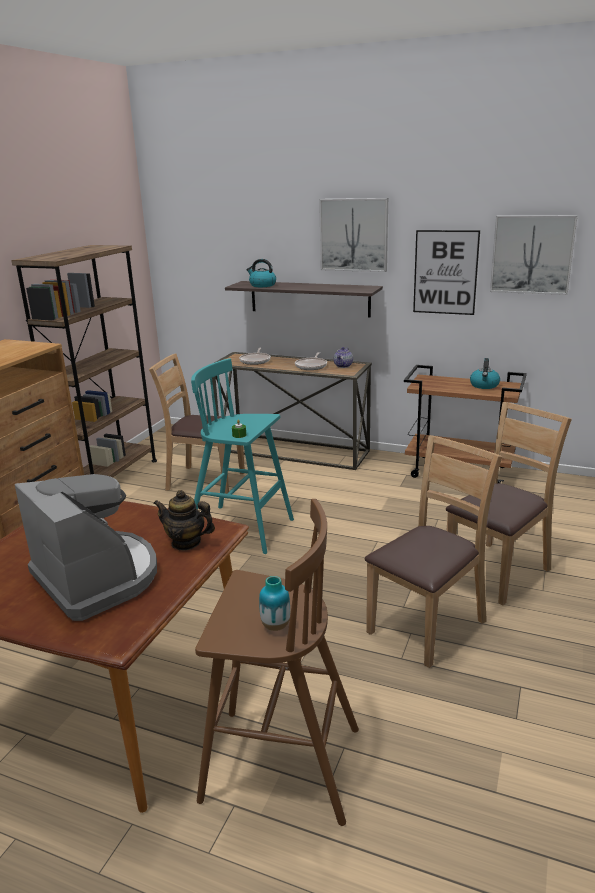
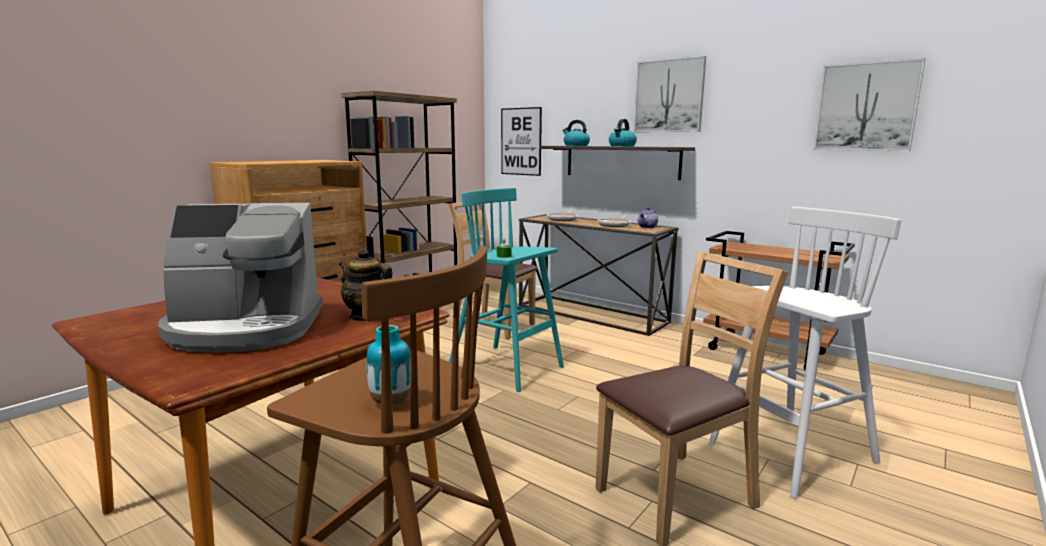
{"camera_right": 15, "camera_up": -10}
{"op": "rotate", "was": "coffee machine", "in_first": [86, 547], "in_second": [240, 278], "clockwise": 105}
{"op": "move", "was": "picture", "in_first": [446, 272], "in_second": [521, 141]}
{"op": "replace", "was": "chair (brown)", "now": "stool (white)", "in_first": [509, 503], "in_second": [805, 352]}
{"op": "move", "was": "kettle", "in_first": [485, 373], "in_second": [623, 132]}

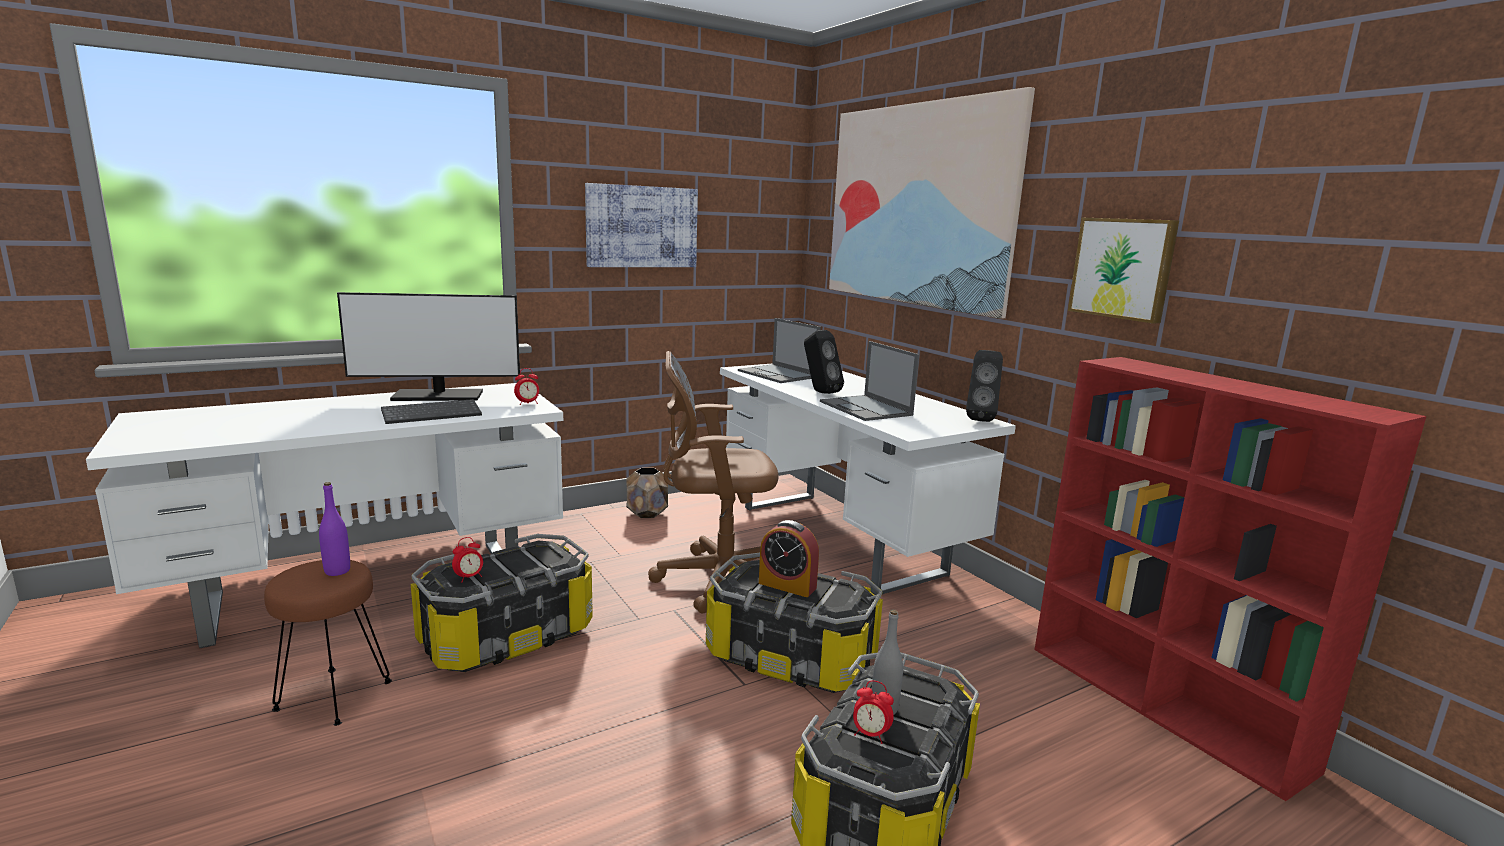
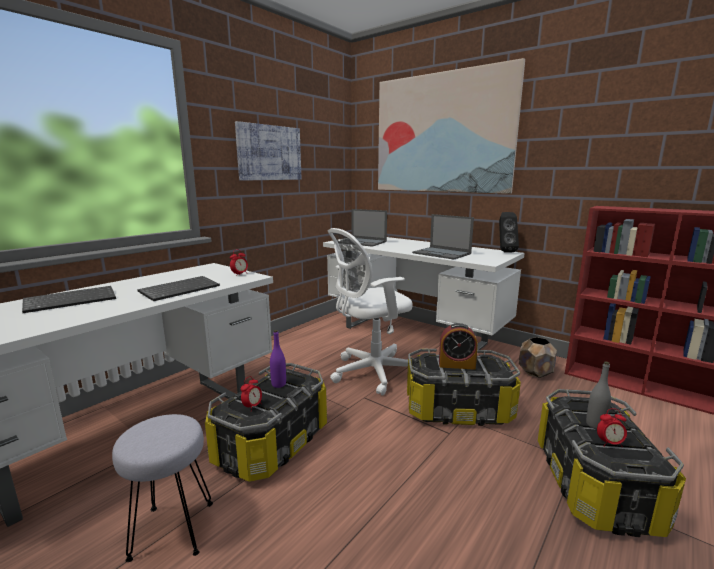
{"camera_right": -20, "camera_up": 0}
{"op": "recolor", "was": "stool (brown)", "now": "stool (grey)", "in_first": [328, 643], "in_second": [162, 488]}
{"op": "move", "was": "bottle (purple)", "in_first": [334, 529], "in_second": [278, 359]}
{"op": "delete", "was": "monitor", "in_first": [428, 346]}
{"op": "move", "was": "planter (brown)", "in_first": [647, 493], "in_second": [538, 357]}
{"op": "recolor", "was": "office chair (brown)", "now": "office chair (white)", "in_first": [713, 482], "in_second": [370, 312]}
{"op": "delete", "was": "speaker (black)", "in_first": [824, 362]}
{"op": "delete", "was": "picture", "in_first": [1123, 271]}
{"op": "insert", "now": "keyboard", "in_second": [69, 299]}

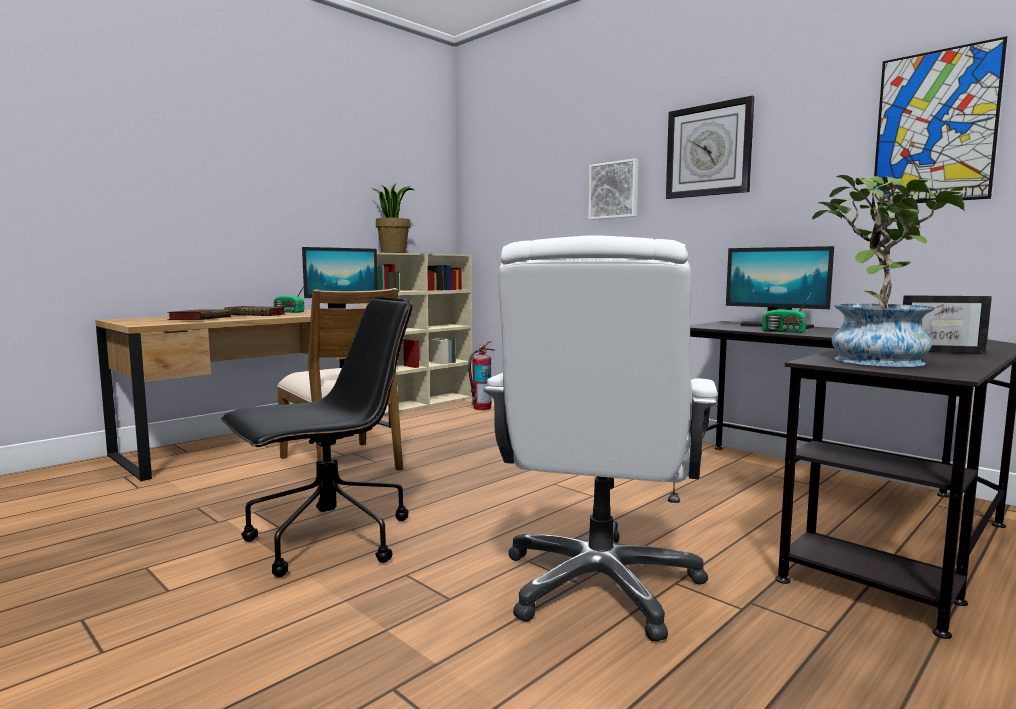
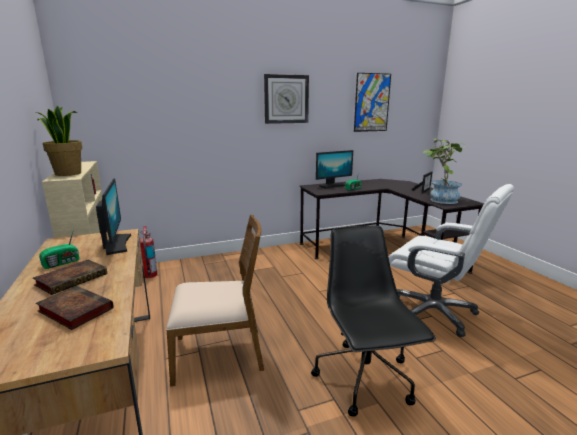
{"camera_right": -65, "camera_up": 10}
{"op": "delete", "was": "picture", "in_first": [613, 189]}

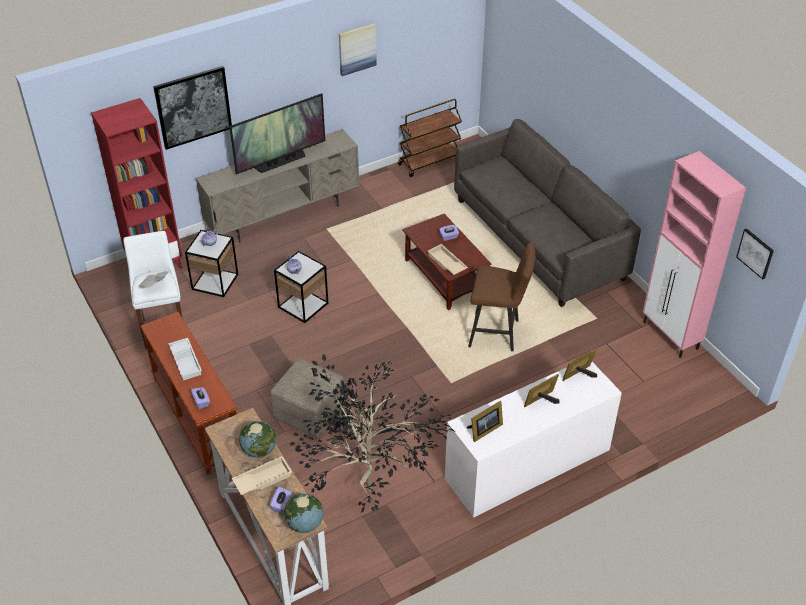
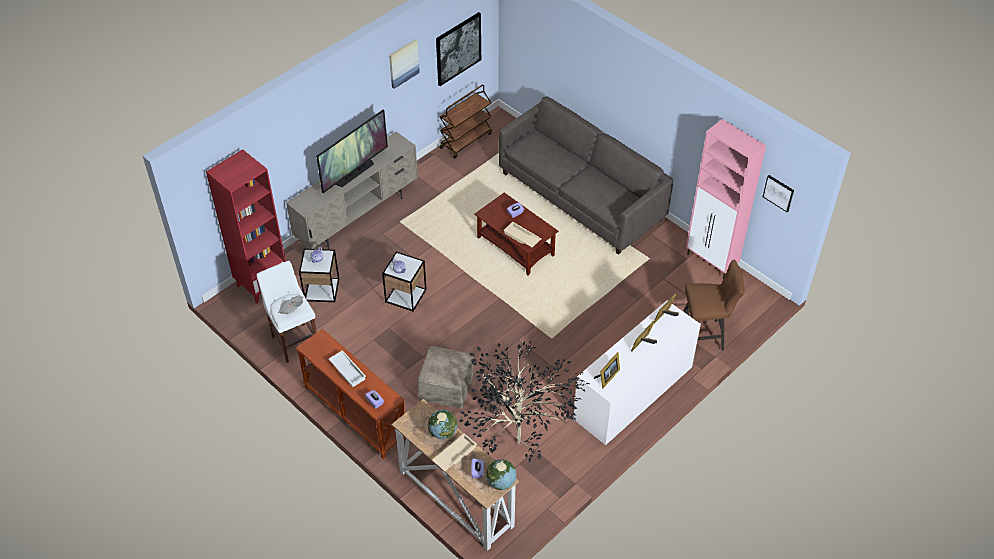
{"camera_right": -15, "camera_up": 5}
{"op": "move", "was": "picture", "in_first": [192, 108], "in_second": [458, 49]}
{"op": "move", "was": "stool (brown)", "in_first": [501, 296], "in_second": [714, 305]}

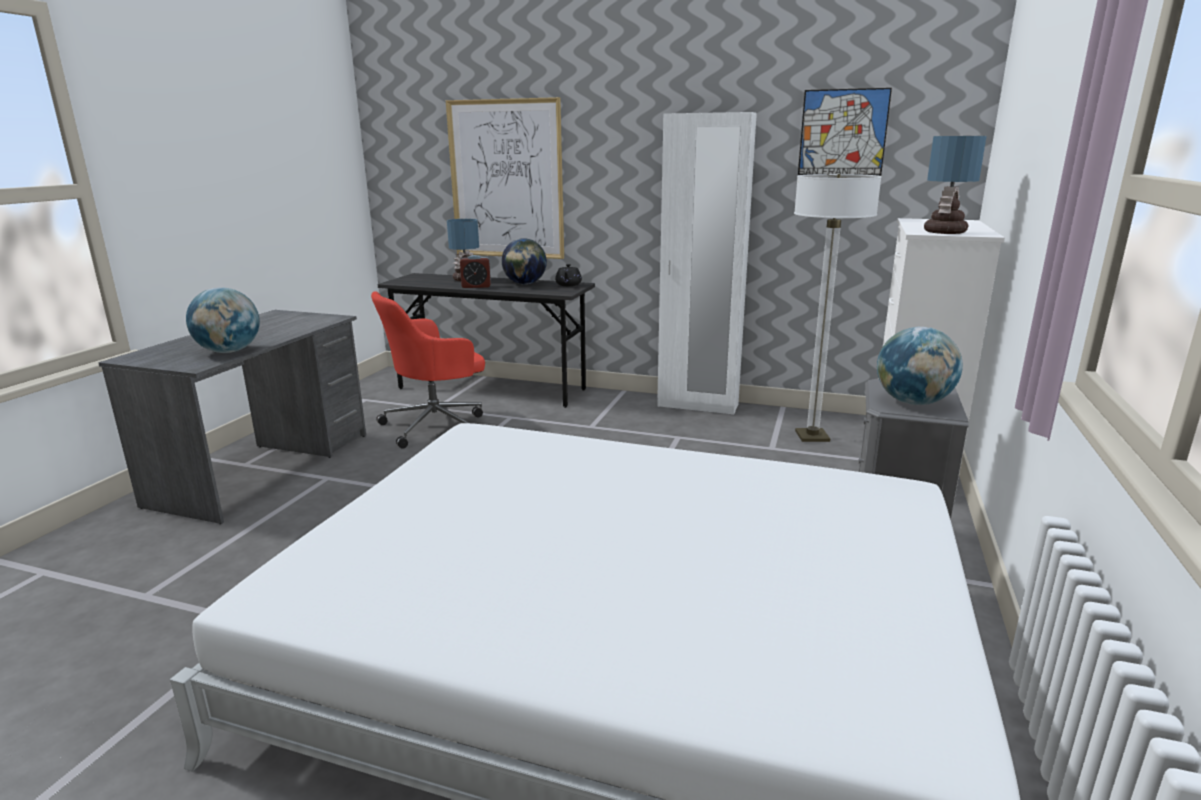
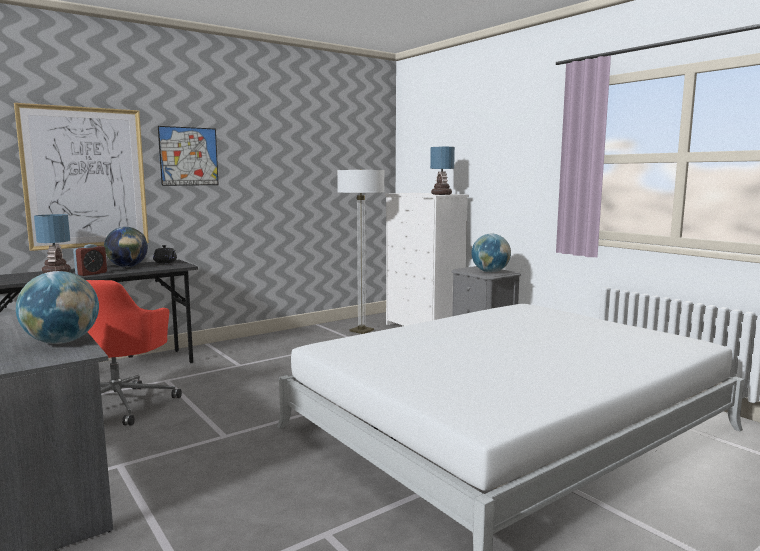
{"camera_right": -55, "camera_up": -10}
{"op": "delete", "was": "wardrobe (white)", "in_first": [707, 263]}
{"op": "move", "was": "picture", "in_first": [845, 132], "in_second": [188, 156]}

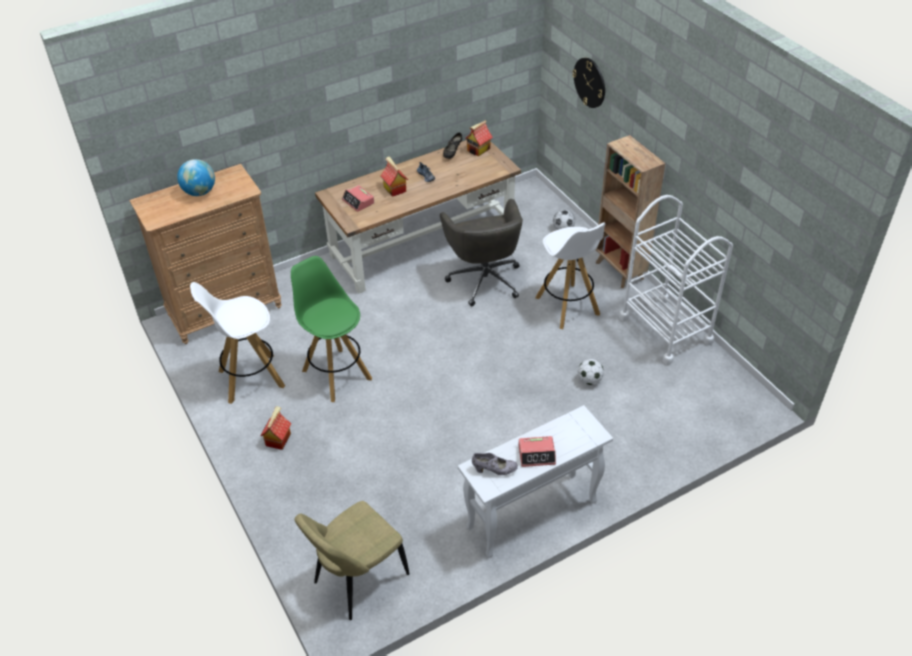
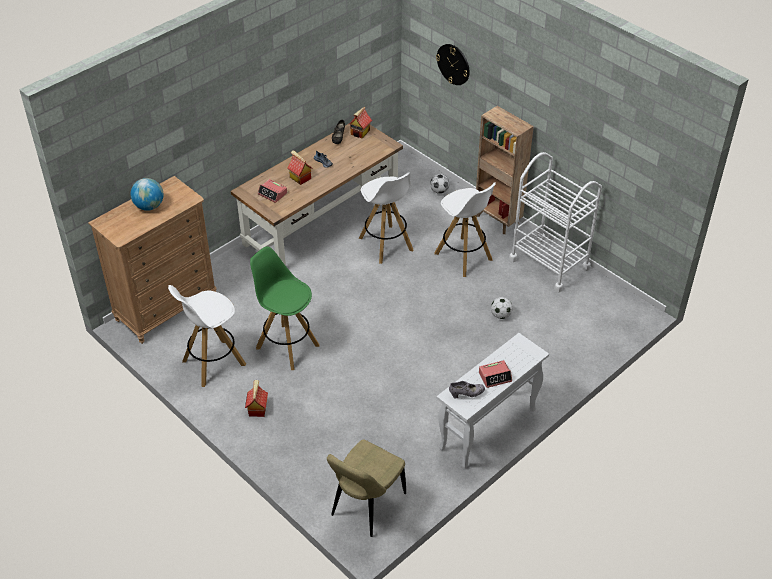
{"camera_right": -15, "camera_up": 0}
{"op": "replace", "was": "office chair (grey)", "now": "stool (white)", "in_first": [481, 252], "in_second": [386, 218]}

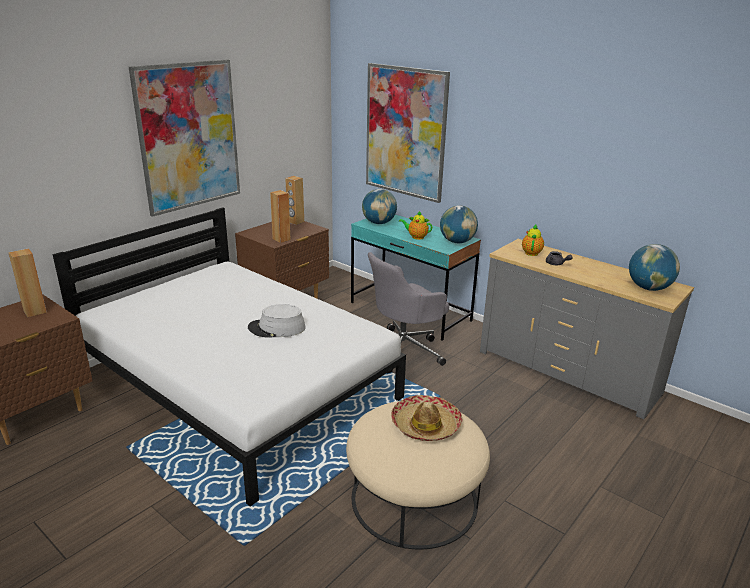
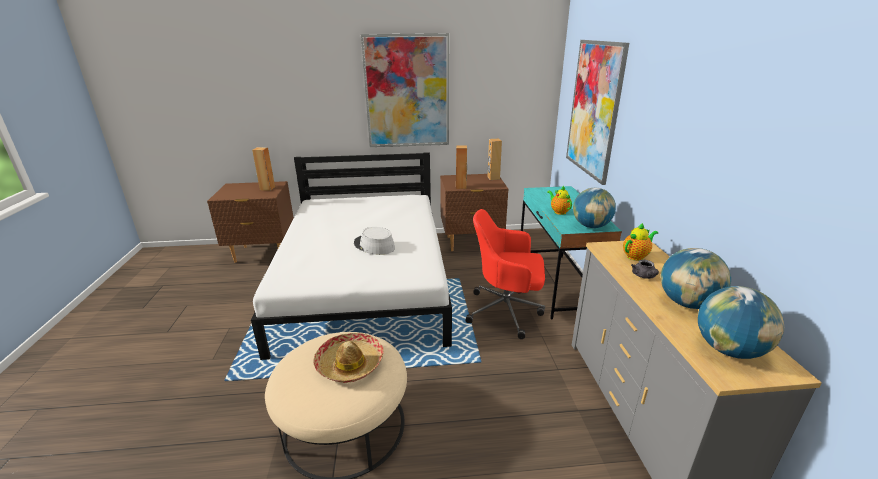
{"camera_right": 45, "camera_up": 0}
{"op": "move", "was": "globe", "in_first": [379, 206], "in_second": [696, 278]}
{"op": "recolor", "was": "office chair (grey)", "now": "office chair (red)", "in_first": [408, 312], "in_second": [505, 274]}

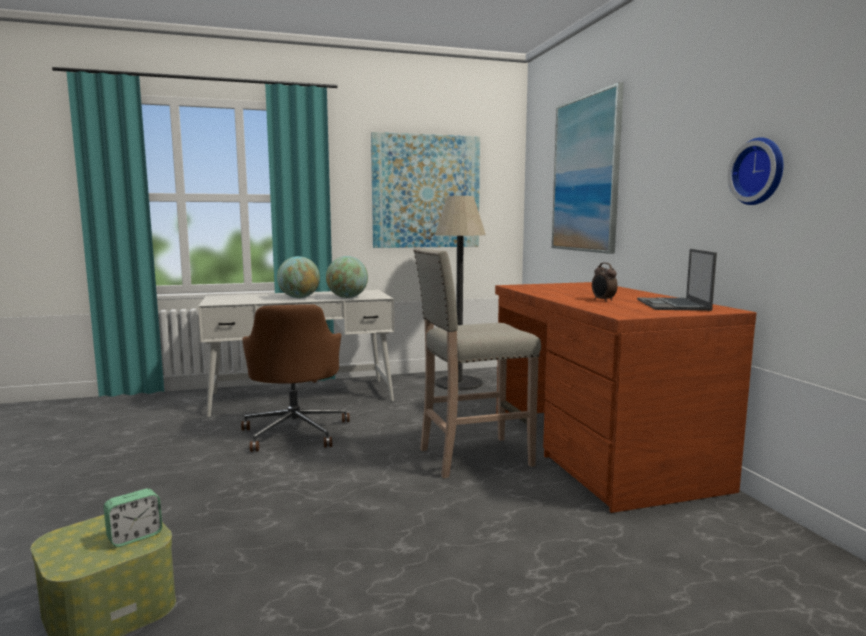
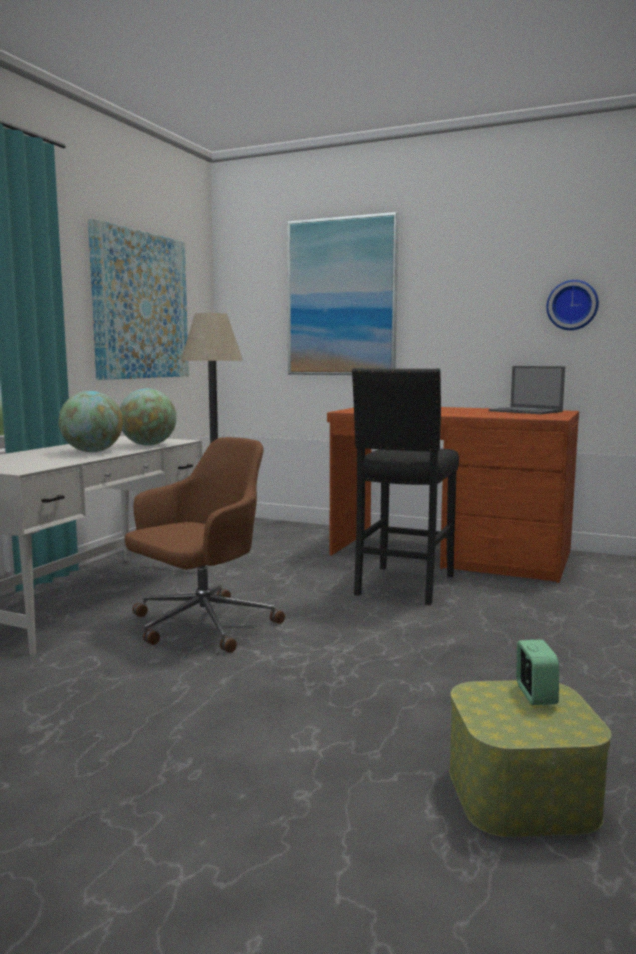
{"camera_right": -50, "camera_up": 0}
{"op": "rotate", "was": "office chair (brown)", "in_first": [295, 378], "in_second": [205, 545], "clockwise": -75}
{"op": "recolor", "was": "stool (beige)", "now": "stool (black)", "in_first": [477, 362], "in_second": [405, 486]}
{"op": "delete", "was": "alarm clock", "in_first": [605, 282]}

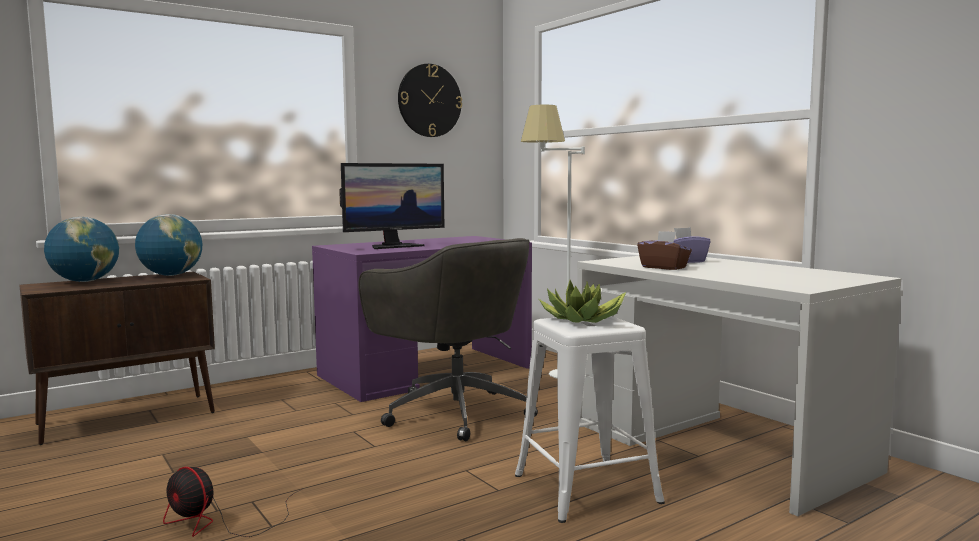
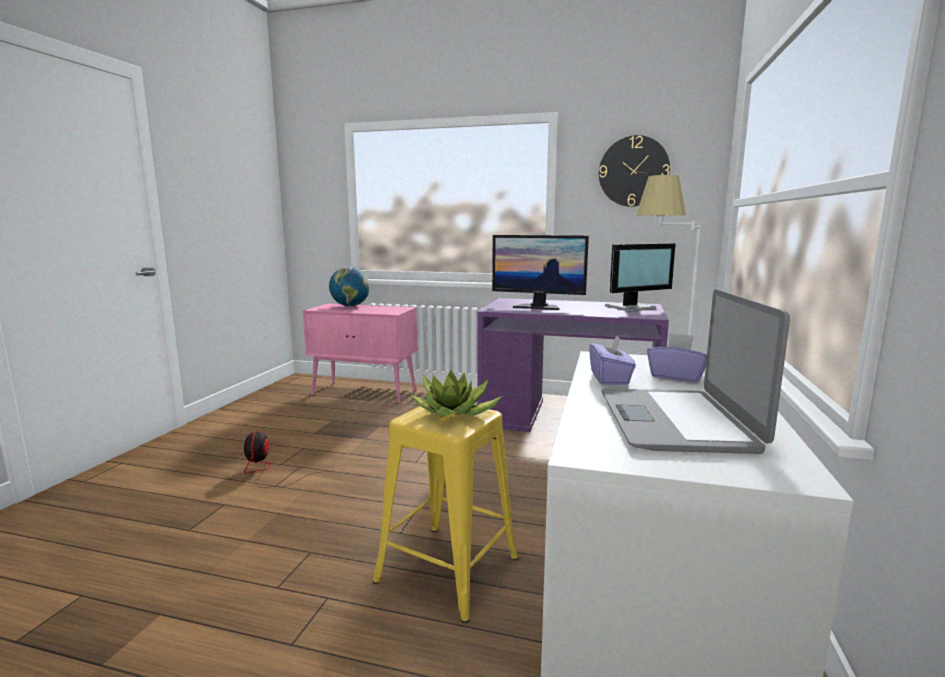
{"camera_right": 50, "camera_up": 5}
{"op": "recolor", "was": "cabinet (brown)", "now": "cabinet (pink)", "in_first": [117, 358], "in_second": [360, 354]}
{"op": "delete", "was": "globe", "in_first": [168, 245]}
{"op": "delete", "was": "office chair (grey)", "in_first": [448, 339]}
{"op": "recolor", "was": "stool (white)", "now": "stool (yellow)", "in_first": [590, 419], "in_second": [445, 514]}
{"op": "recolor", "was": "tissue box (brown)", "now": "tissue box (purple)", "in_first": [664, 250], "in_second": [612, 360]}
{"op": "insert", "now": "laptop", "in_second": [695, 371]}
{"op": "insert", "now": "monitor", "in_second": [640, 277]}

